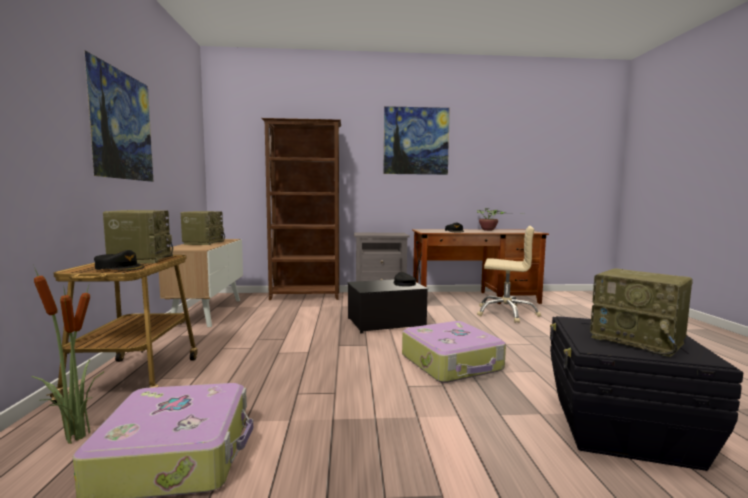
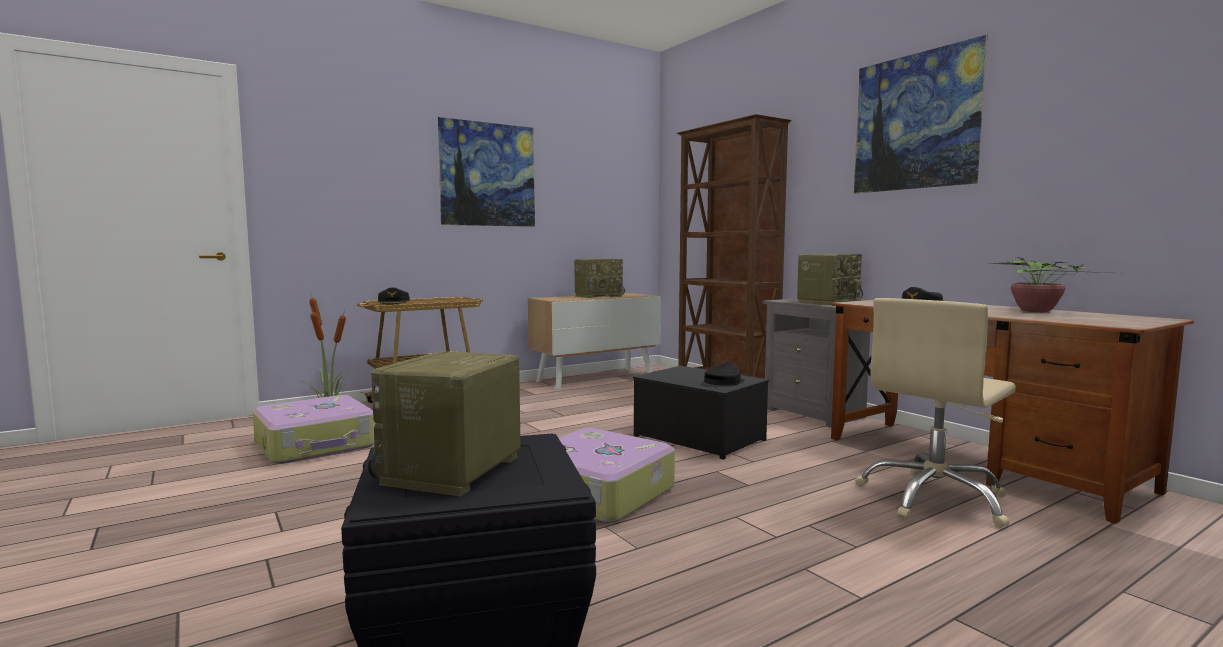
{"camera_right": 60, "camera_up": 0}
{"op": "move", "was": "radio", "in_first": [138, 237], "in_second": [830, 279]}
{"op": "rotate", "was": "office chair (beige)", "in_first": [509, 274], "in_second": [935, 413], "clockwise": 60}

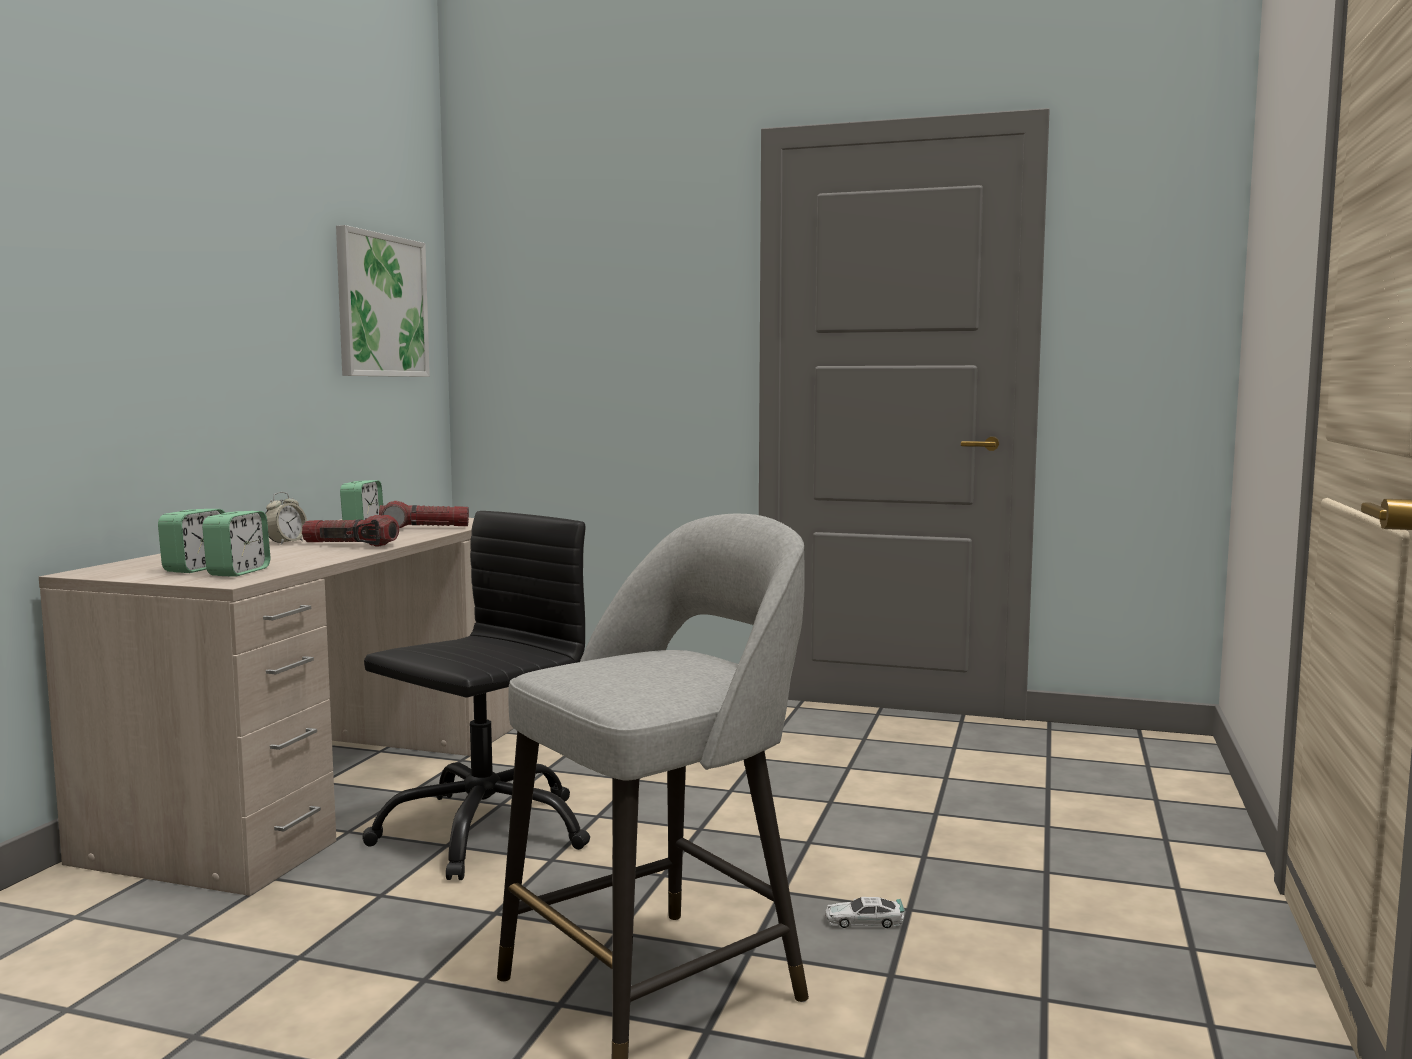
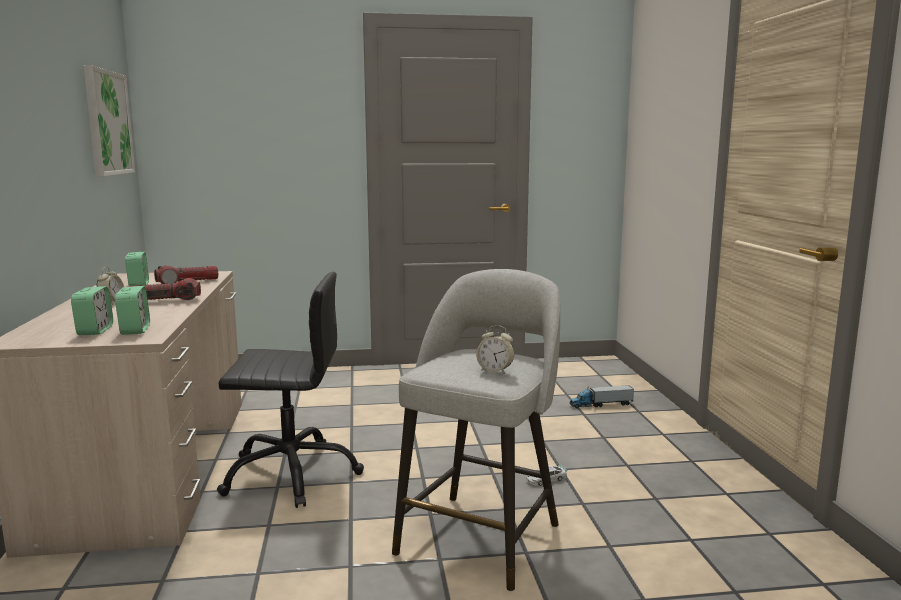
{"camera_right": -25, "camera_up": 5}
{"op": "rotate", "was": "office chair (black)", "in_first": [476, 695], "in_second": [290, 390], "clockwise": 75}
{"op": "insert", "now": "alarm clock", "in_second": [495, 349]}
{"op": "insert", "now": "toy truck", "in_second": [601, 396]}

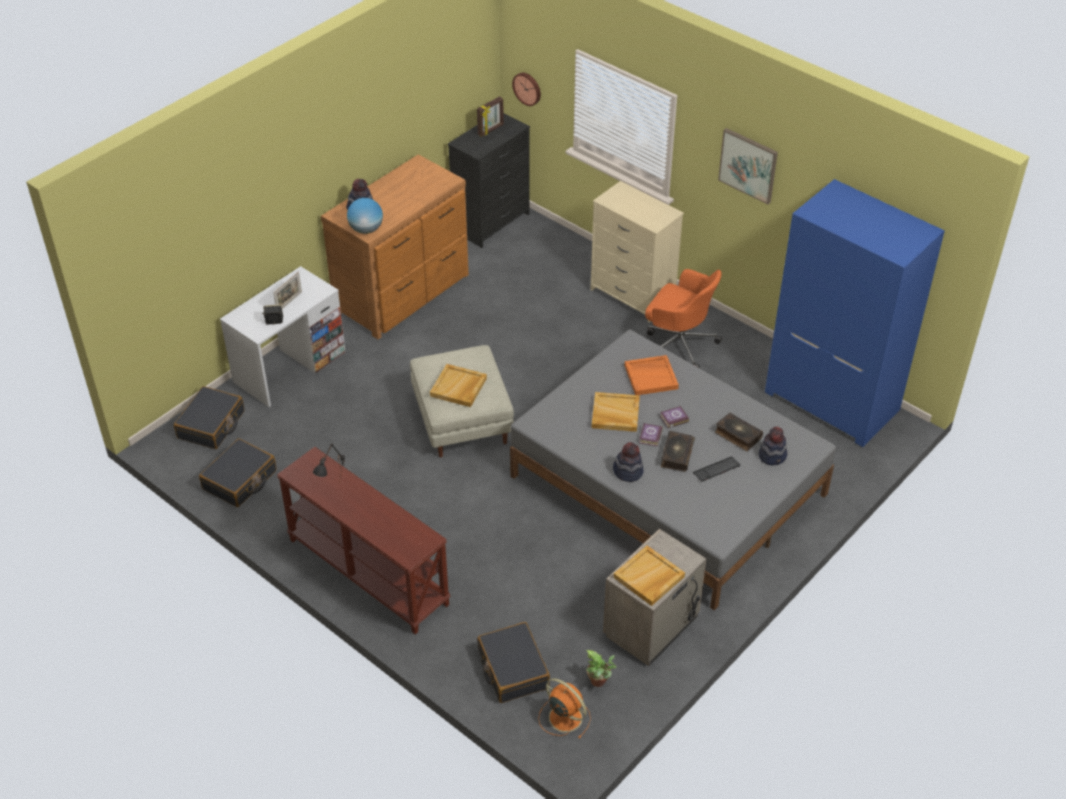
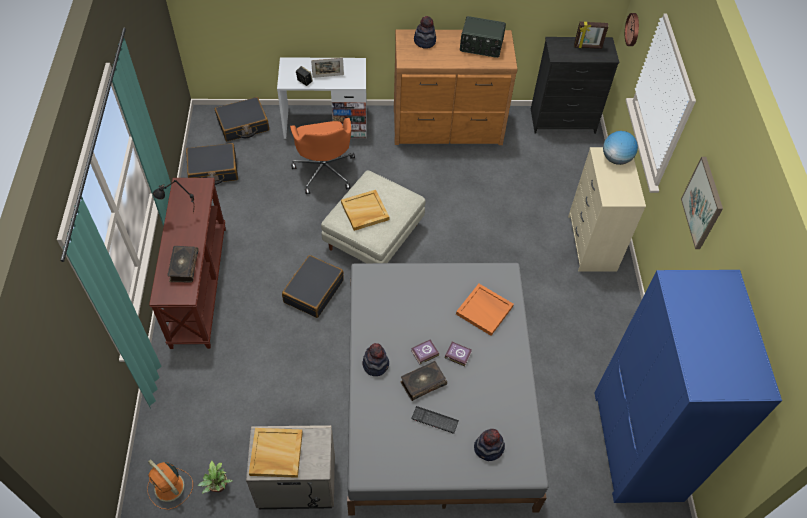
{"camera_right": 45, "camera_up": 10}
{"op": "move", "was": "globe", "in_first": [365, 216], "in_second": [620, 148]}
{"op": "move", "was": "suitcase (black)", "in_first": [513, 662], "in_second": [313, 286]}
{"op": "rotate", "was": "fan (orange)", "in_first": [564, 708], "in_second": [170, 485], "clockwise": 135}
{"op": "delete", "was": "tray (beige)", "in_first": [615, 412]}
{"op": "move", "was": "office chair (orange)", "in_first": [683, 318], "in_second": [322, 156]}
{"op": "move", "was": "book", "in_first": [739, 431], "in_second": [183, 264]}
{"op": "insert", "now": "radio", "in_second": [483, 37]}

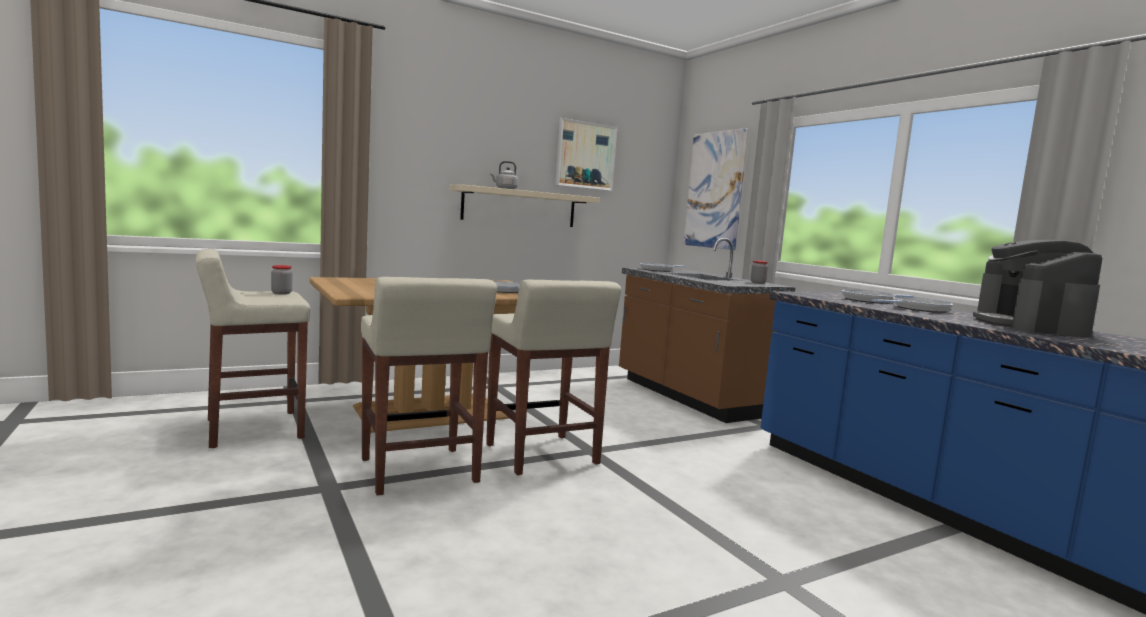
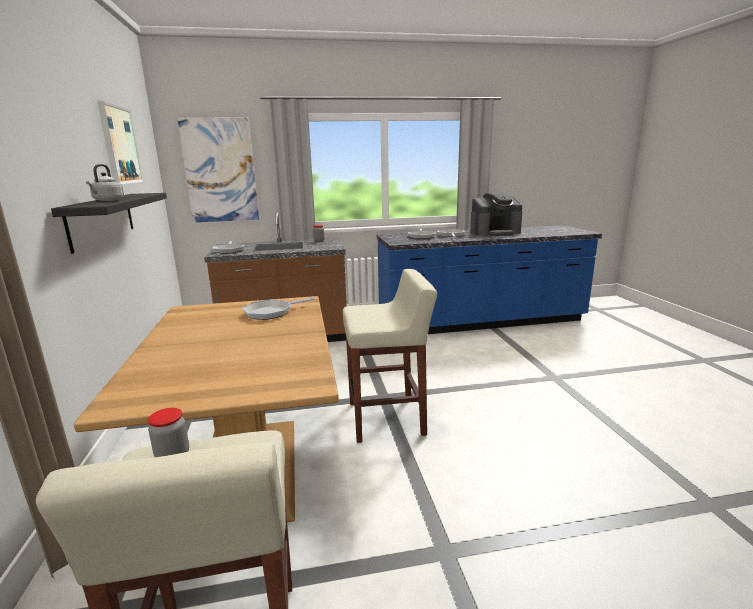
{"camera_right": -70, "camera_up": 10}
{"op": "delete", "was": "stool (beige)", "in_first": [429, 386]}
{"op": "recolor", "was": "shelf (beige)", "now": "shelf (black)", "in_first": [525, 205], "in_second": [109, 223]}
{"op": "rotate", "was": "coffee machine", "in_first": [1038, 288], "in_second": [496, 214], "clockwise": -45}

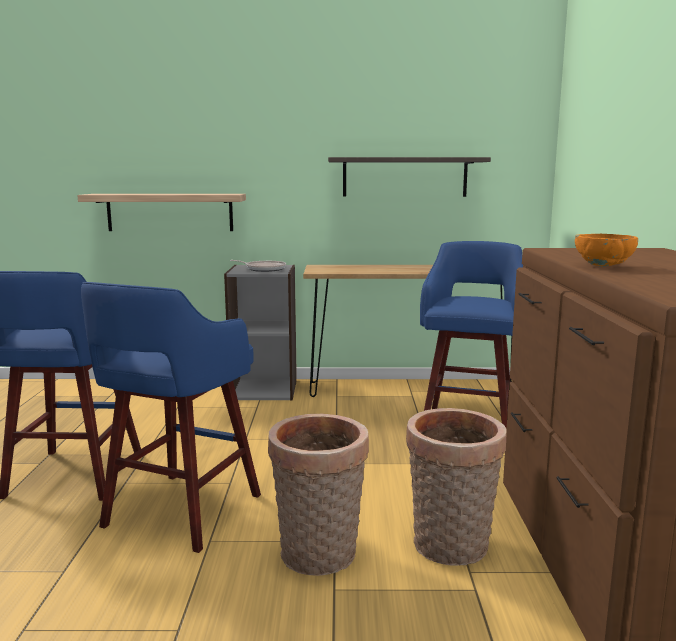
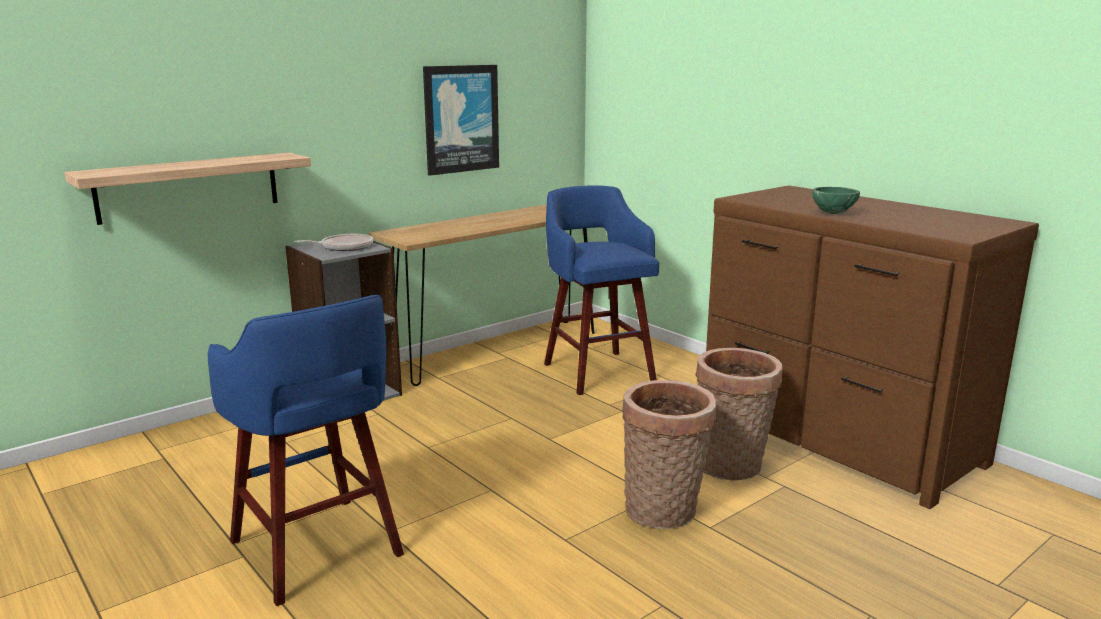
{"camera_right": -40, "camera_up": 5}
{"op": "delete", "was": "stool (blue)", "in_first": [171, 417]}
{"op": "replace", "was": "shelf", "now": "picture", "in_first": [409, 177], "in_second": [461, 120]}
{"op": "recolor", "was": "bowl (orange)", "now": "bowl (green)", "in_first": [606, 250], "in_second": [836, 200]}

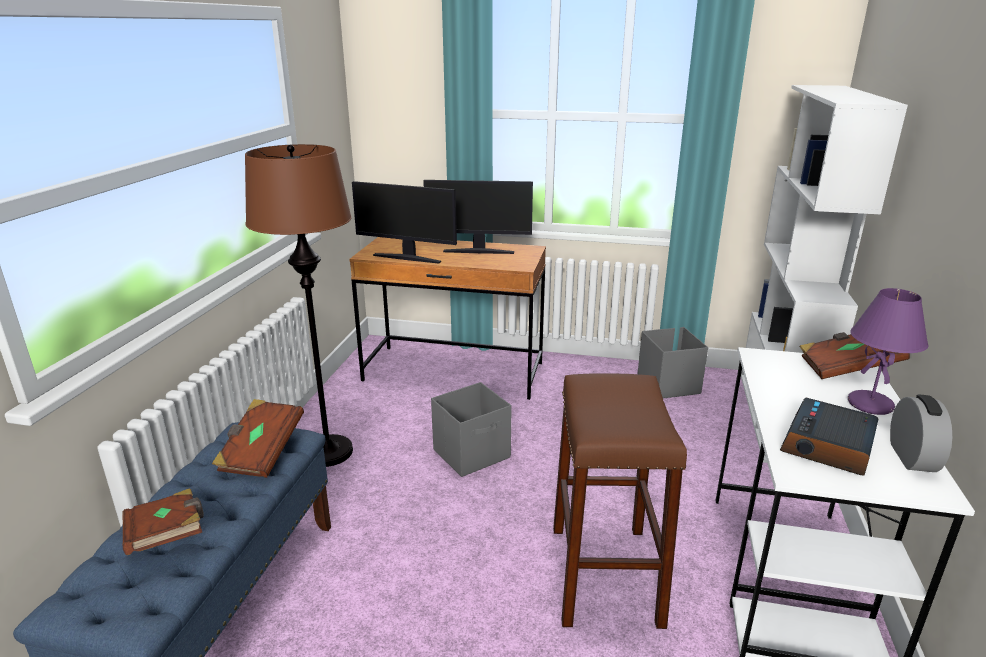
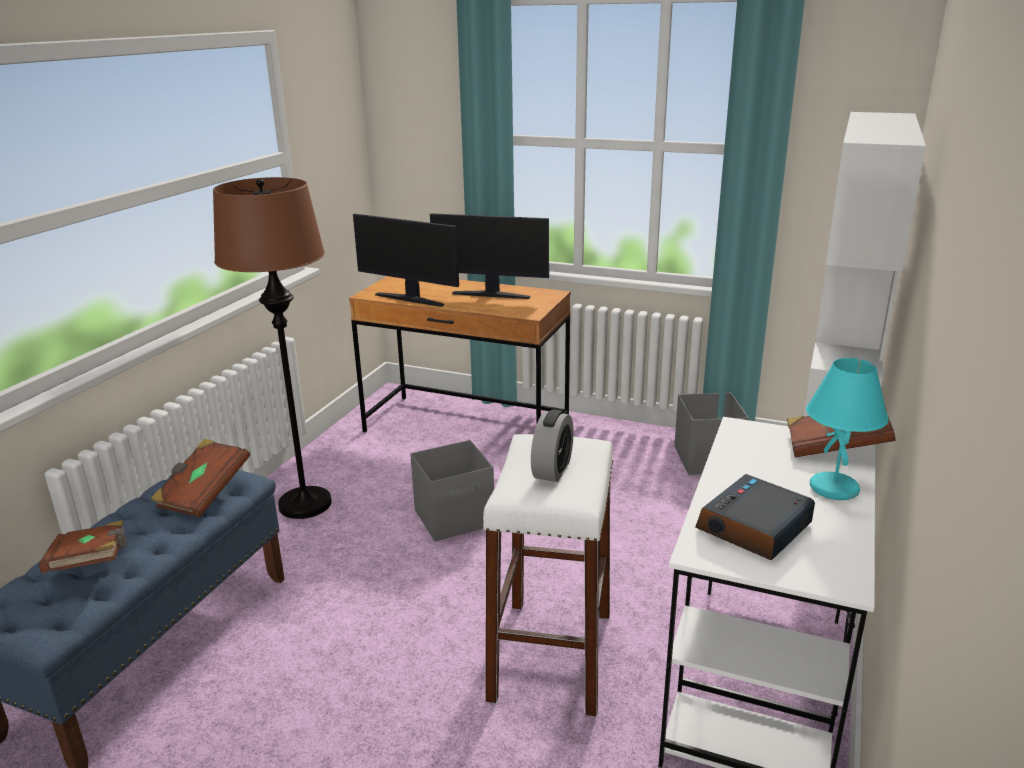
{"camera_right": 10, "camera_up": 0}
{"op": "recolor", "was": "stool (brown)", "now": "stool (white)", "in_first": [620, 501], "in_second": [548, 575]}
{"op": "recolor", "was": "table lamp (purple)", "now": "table lamp (turquoise)", "in_first": [888, 351], "in_second": [847, 429]}
{"op": "move", "was": "alarm clock", "in_first": [921, 433], "in_second": [552, 445]}

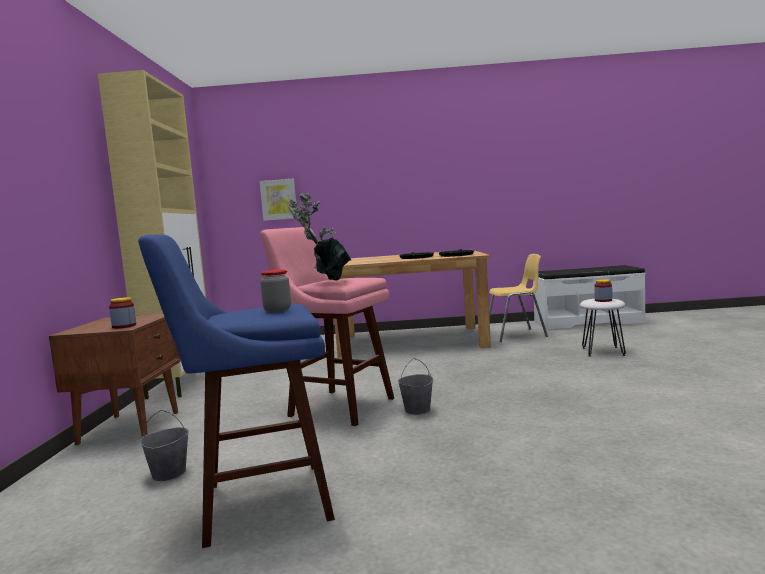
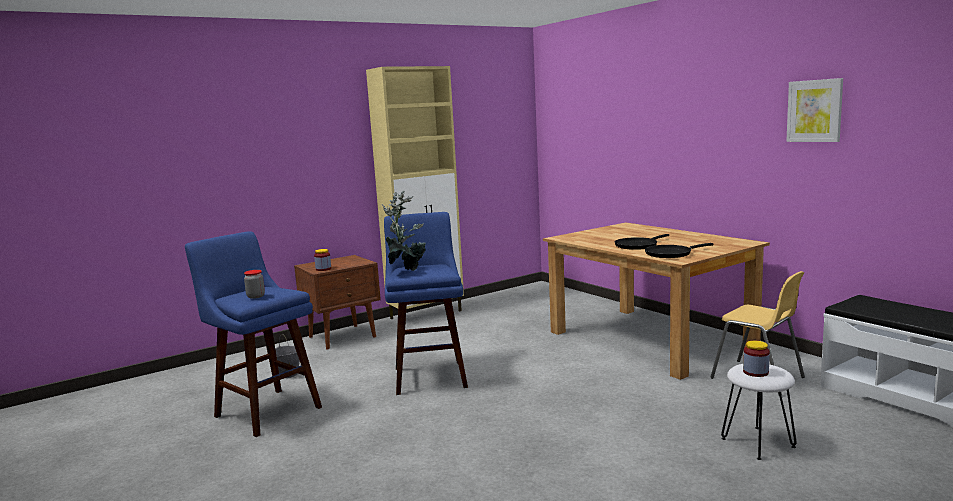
{"camera_right": 55, "camera_up": 5}
{"op": "move", "was": "picture", "in_first": [278, 200], "in_second": [814, 110]}
{"op": "recolor", "was": "stool (pink)", "now": "stool (blue)", "in_first": [327, 326], "in_second": [426, 303]}
{"op": "delete", "was": "bucket (grey)", "in_first": [416, 386]}

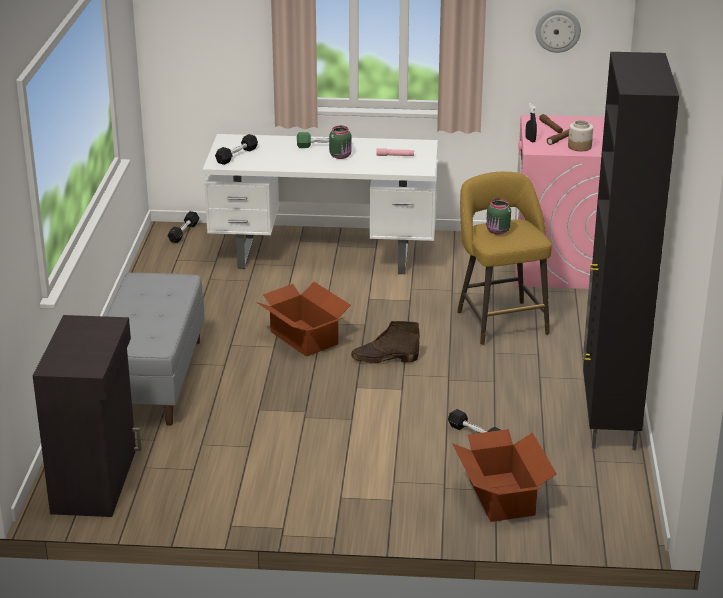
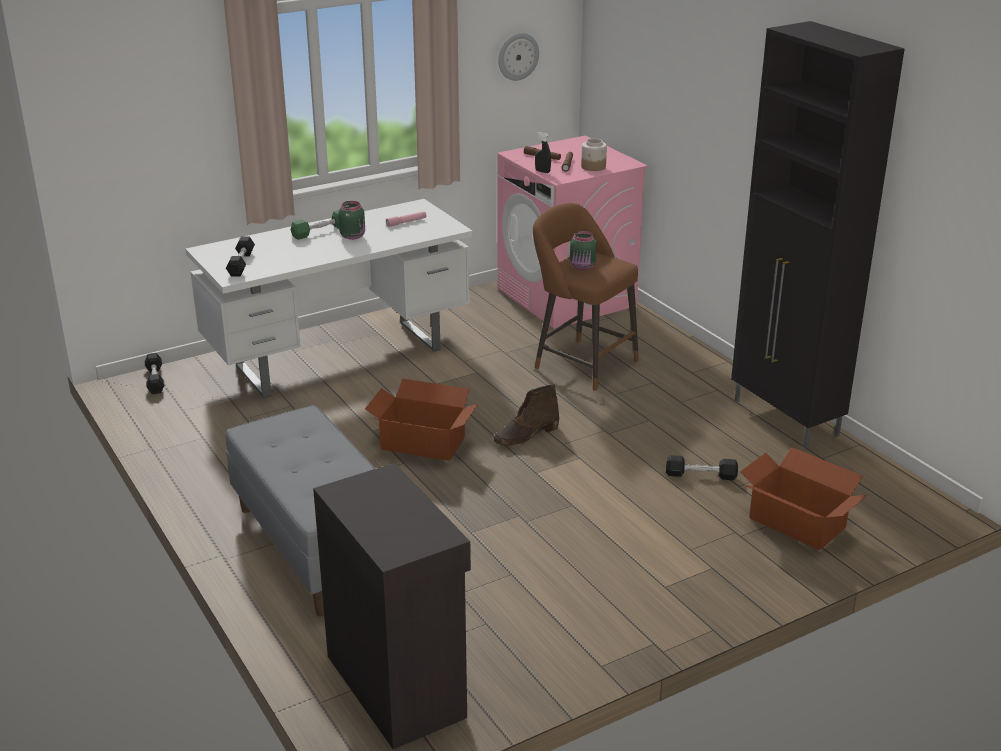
{"camera_right": -35, "camera_up": 0}
{"op": "recolor", "was": "stool (yellow)", "now": "stool (brown)", "in_first": [504, 258], "in_second": [586, 297]}

